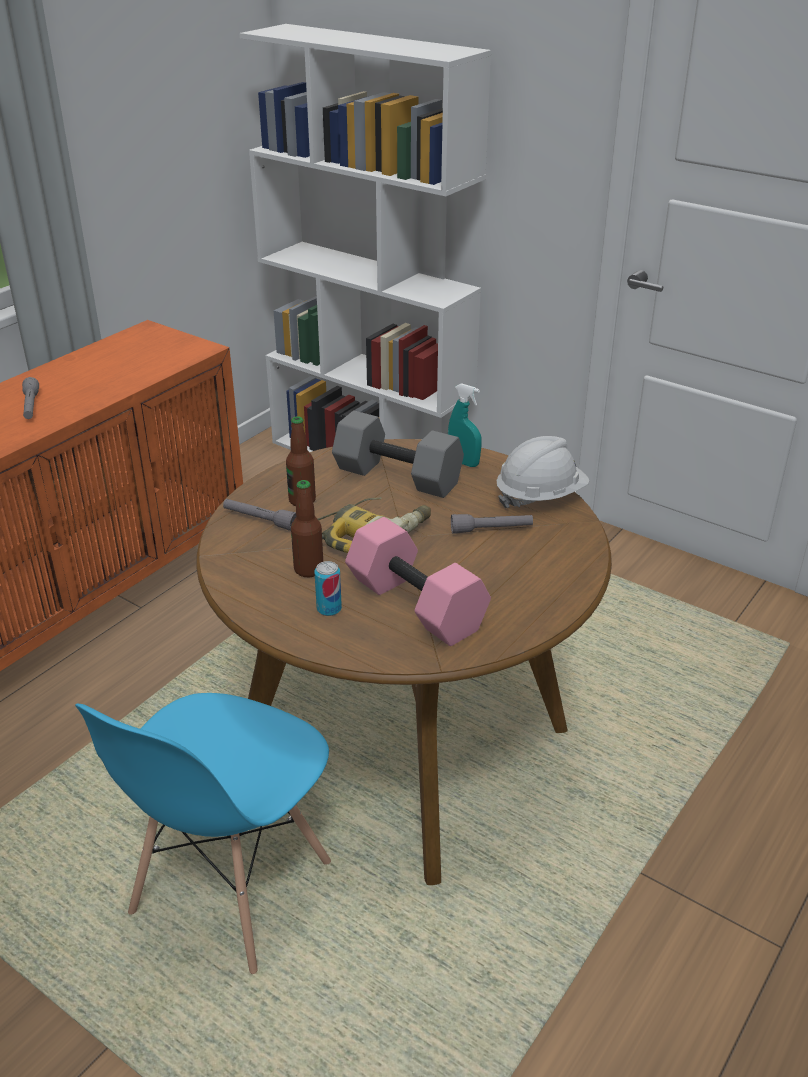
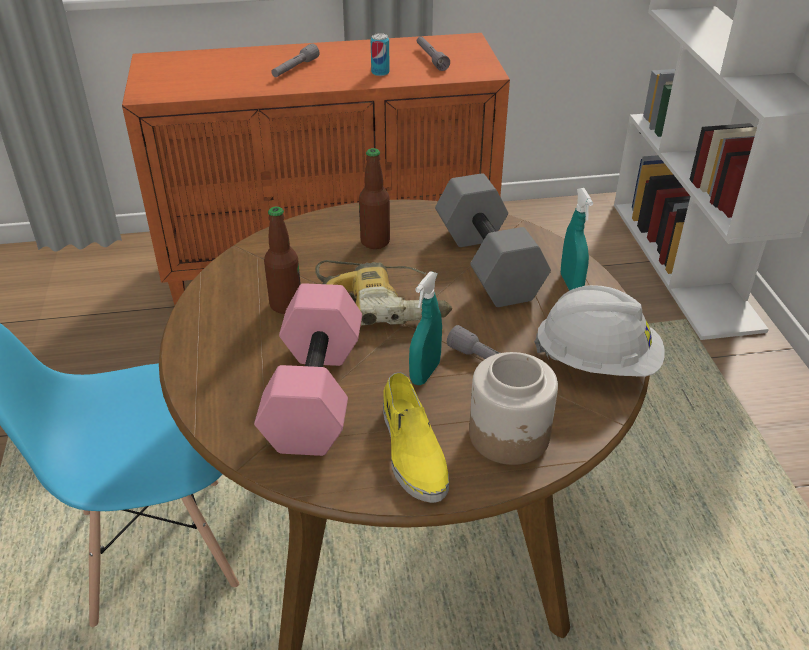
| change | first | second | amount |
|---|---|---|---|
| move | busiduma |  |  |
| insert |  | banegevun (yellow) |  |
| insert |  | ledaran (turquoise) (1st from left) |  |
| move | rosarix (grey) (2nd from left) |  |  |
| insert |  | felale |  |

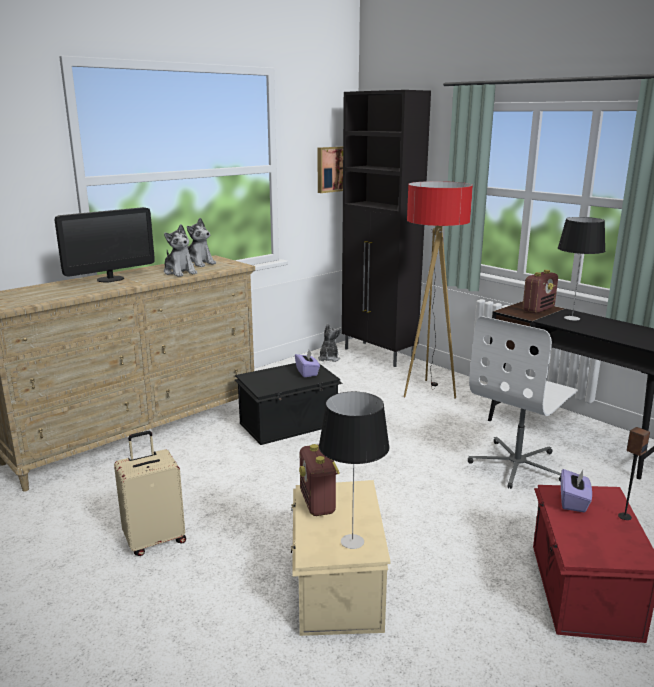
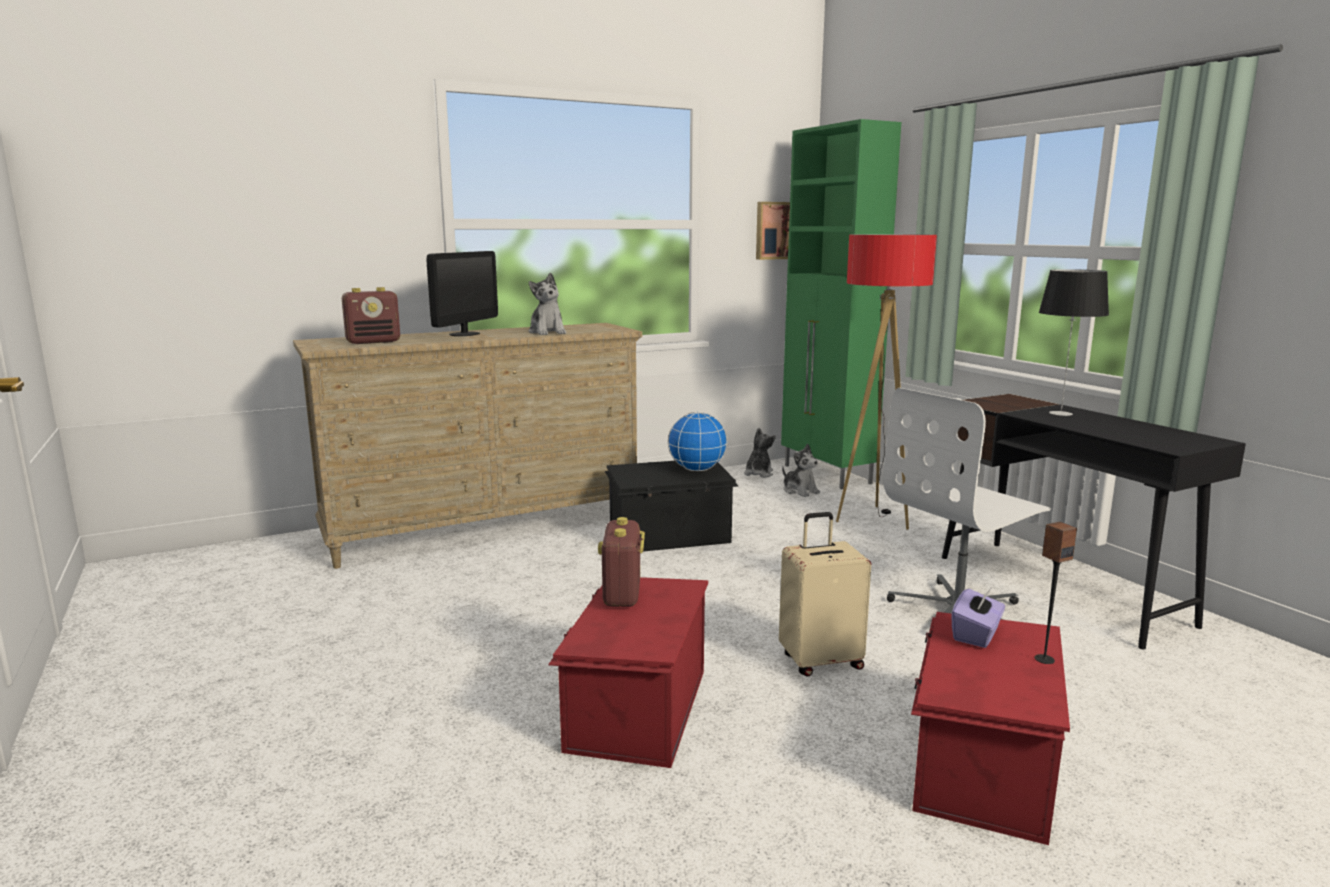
| change | first | second | amount |
|---|---|---|---|
| move | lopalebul (2nd from left in the first image) | lopalebul (1st from left) |  |
| rotate | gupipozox |  | 45 degrees counterclockwise |
| recolor | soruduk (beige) | soruduk (red) (1st from left) |  |
| replace | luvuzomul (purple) (1st from left) | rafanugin |  |
| move | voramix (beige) |  |  |
| recolor | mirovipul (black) | mirovipul (green) |  |
| move | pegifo (2nd from left in the first image) | pegifo (3rd from left) |  |
| delete | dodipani (1st from left) |  |  |

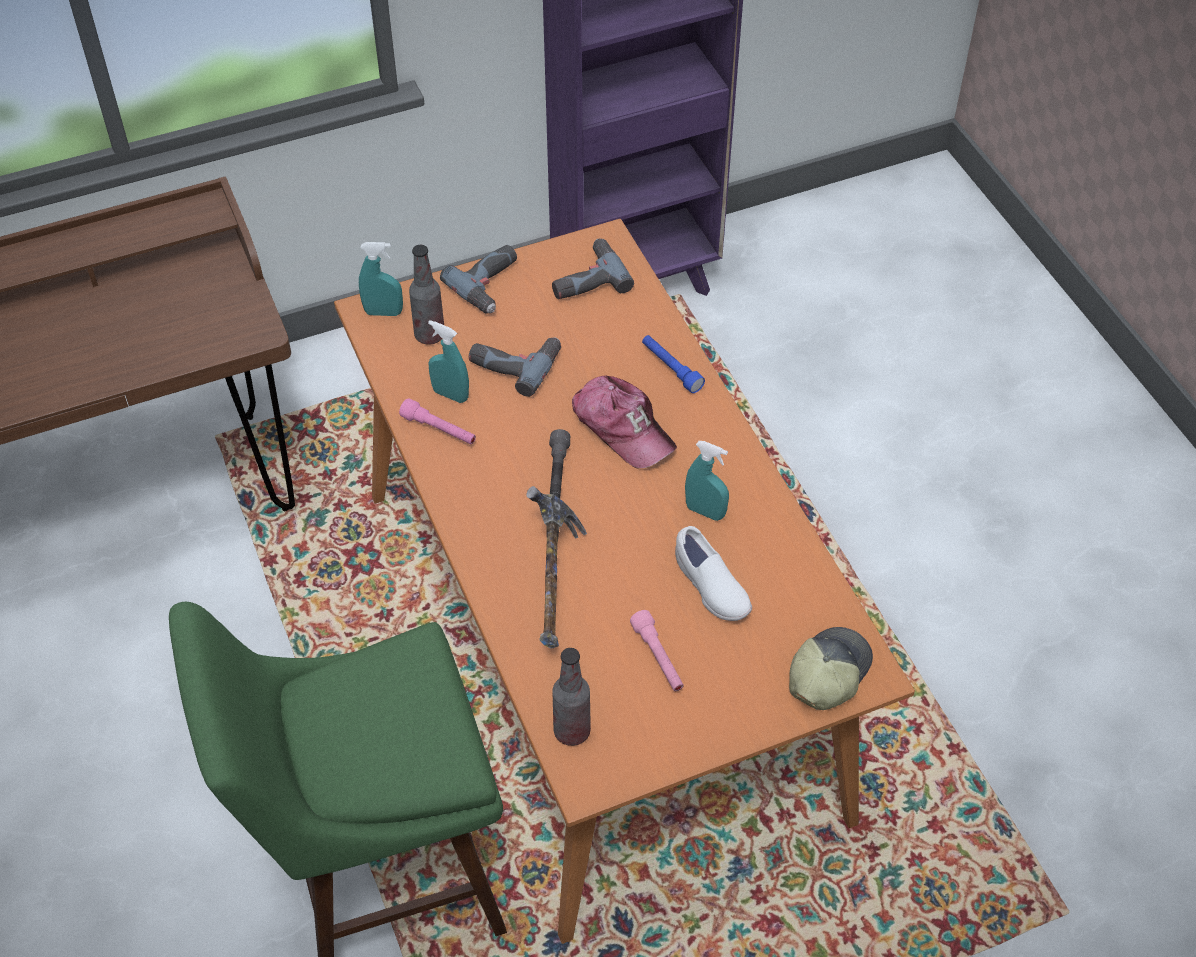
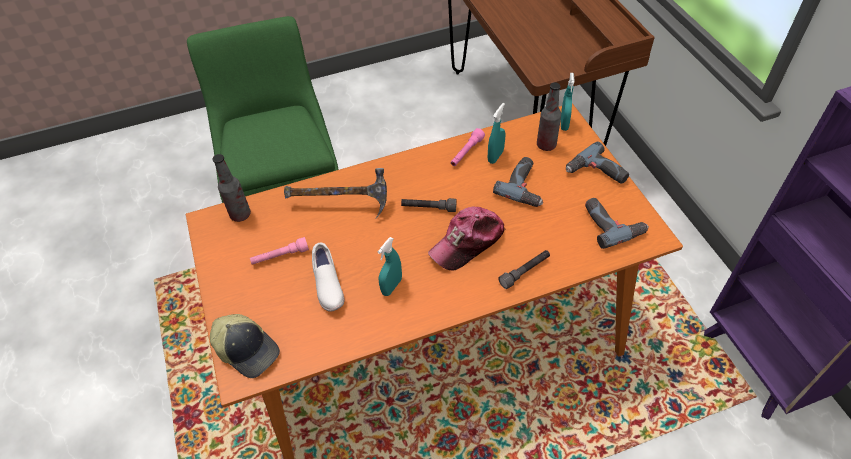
| change | first | second | amount |
|---|---|---|---|
| rotate | banegevun (white) |  | 75 degrees counterclockwise |
| recolor | rosarix (blue) | rosarix (grey) (2nd from left) |  |

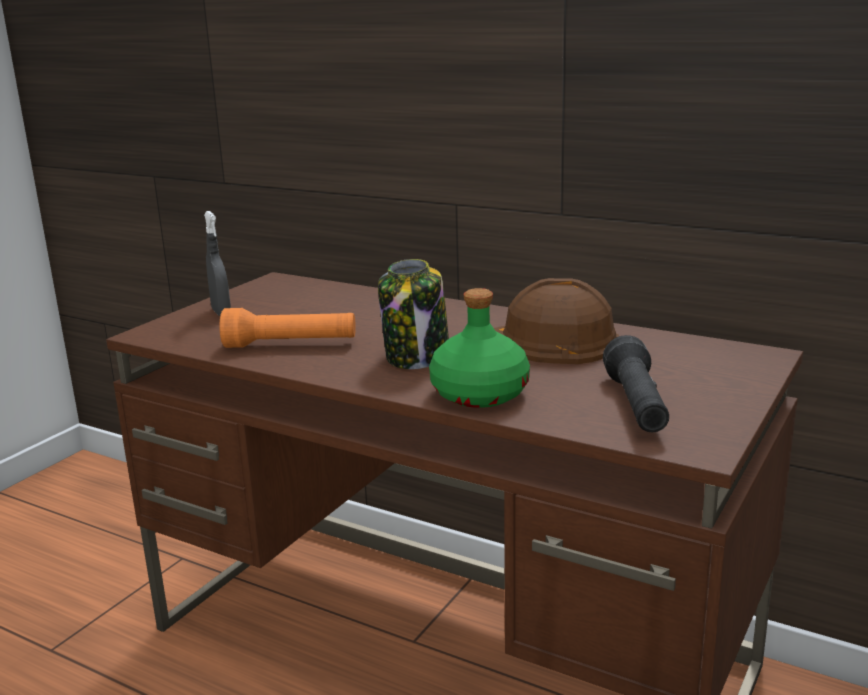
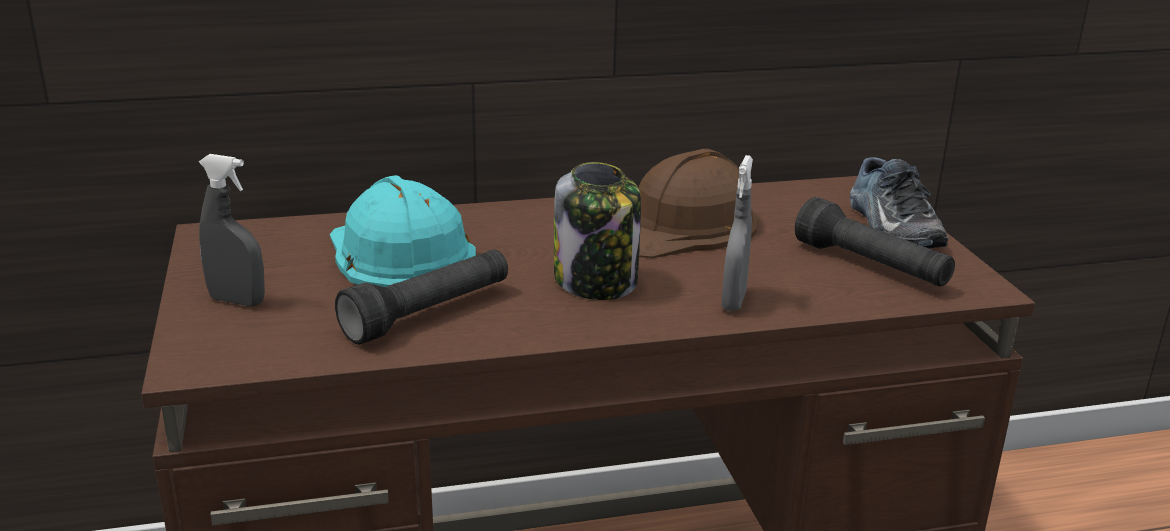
| change | first | second | amount |
|---|---|---|---|
| insert |  | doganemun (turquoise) |  |
| recolor | rosarix (orange) | rosarix (black) (1st from left) |  |
| replace | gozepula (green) | ledaran (grey) (2nd from left) |  |
| insert |  | banegevun |  |

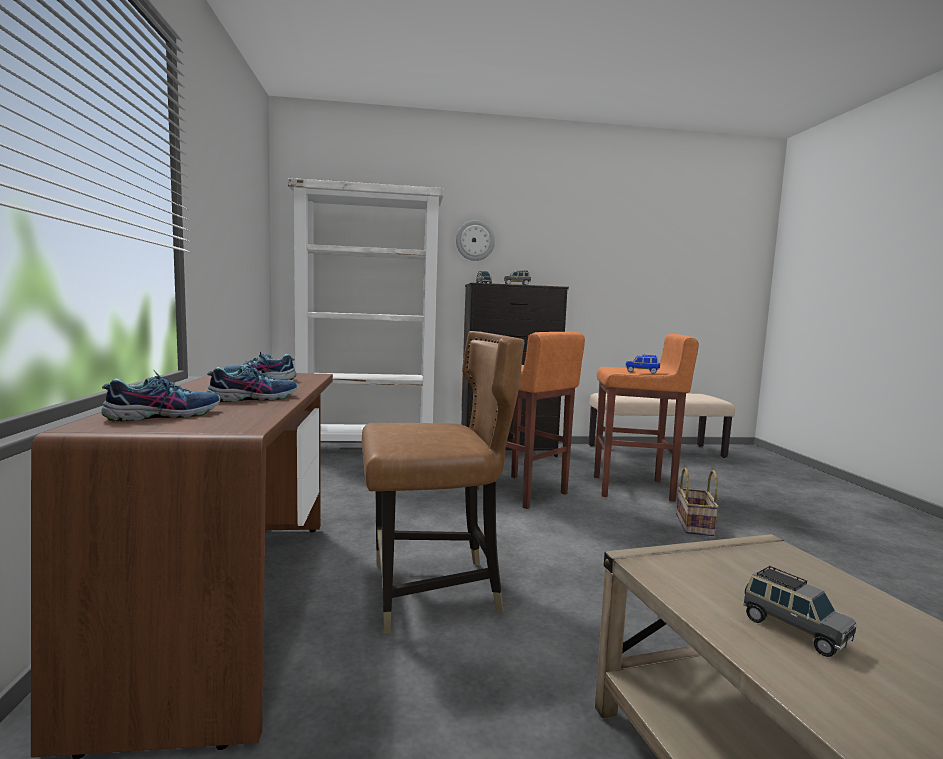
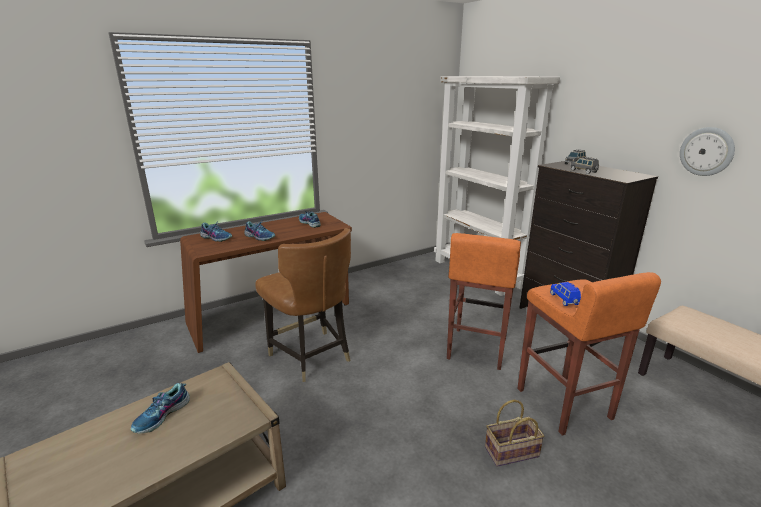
| change | first | second | amount |
|---|---|---|---|
| replace | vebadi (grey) (3rd from left) | banegevun (1st from left) |  |
| move | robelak |  |  |

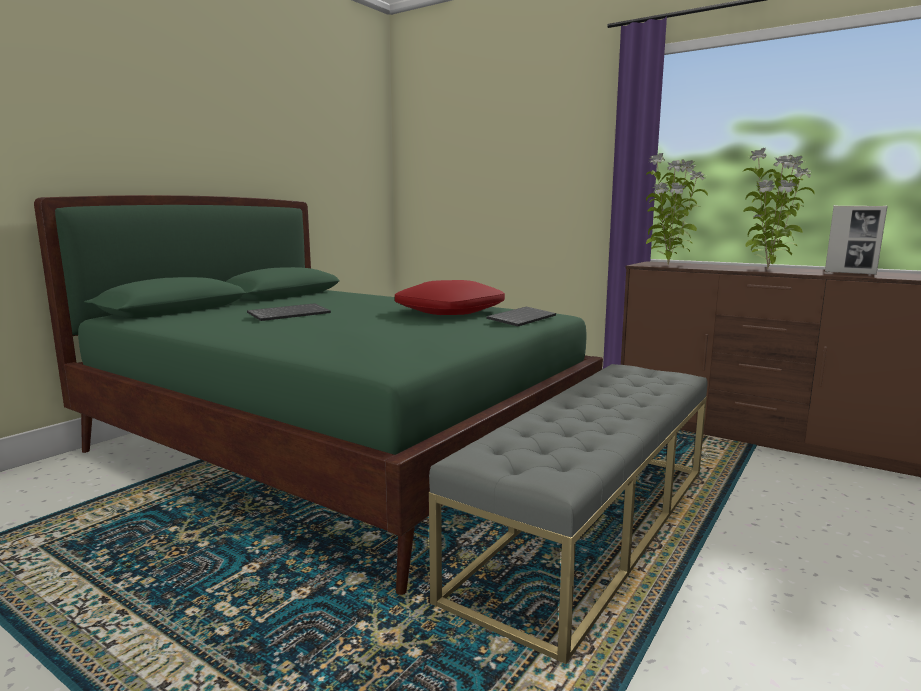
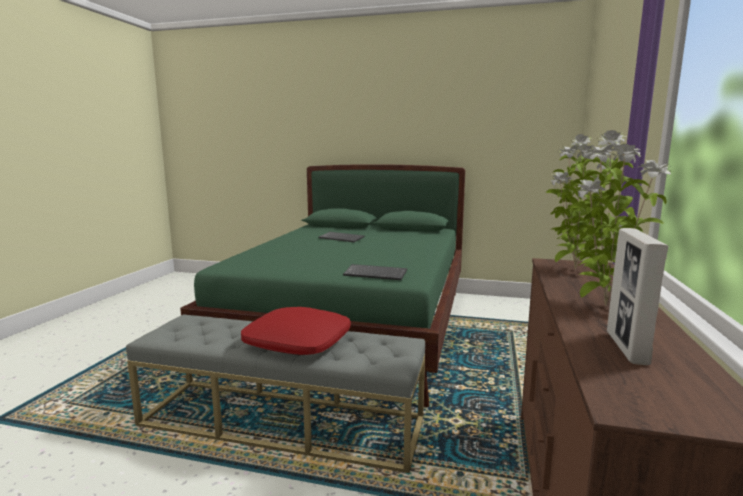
| change | first | second | amount |
|---|---|---|---|
| move | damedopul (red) |  |  |

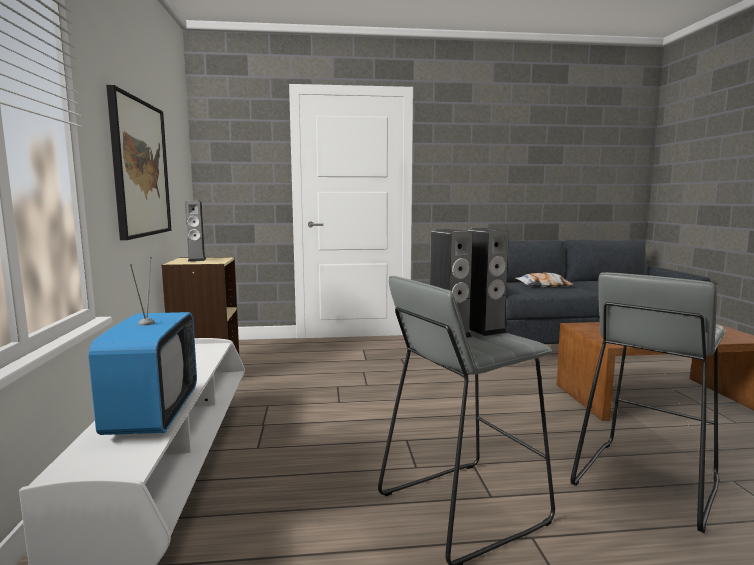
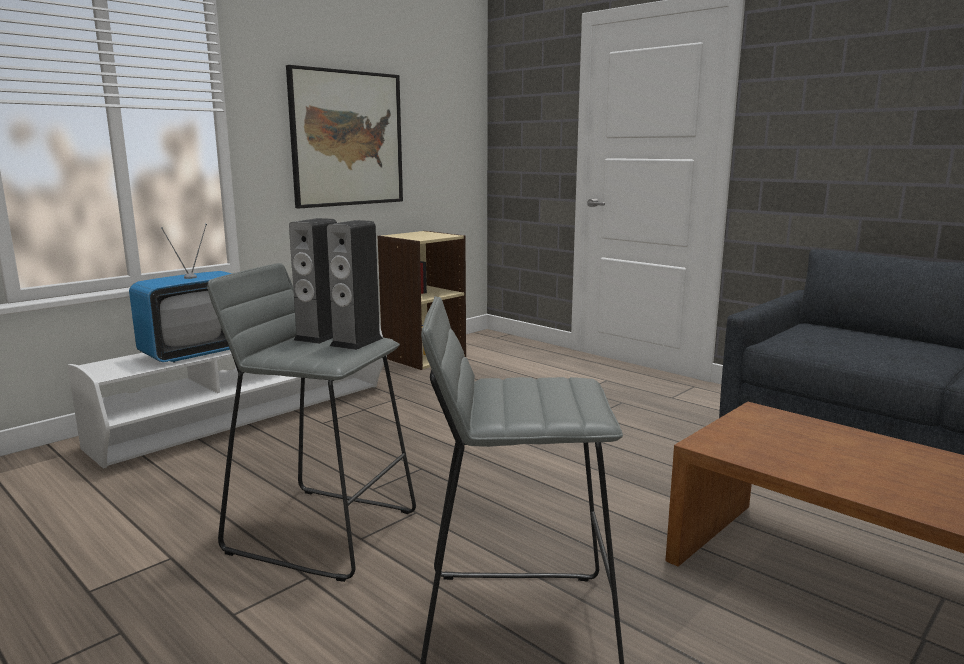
| change | first | second | amount |
|---|---|---|---|
| delete | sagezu (1st from left) |  |  |
| delete | damedopul |  |  |

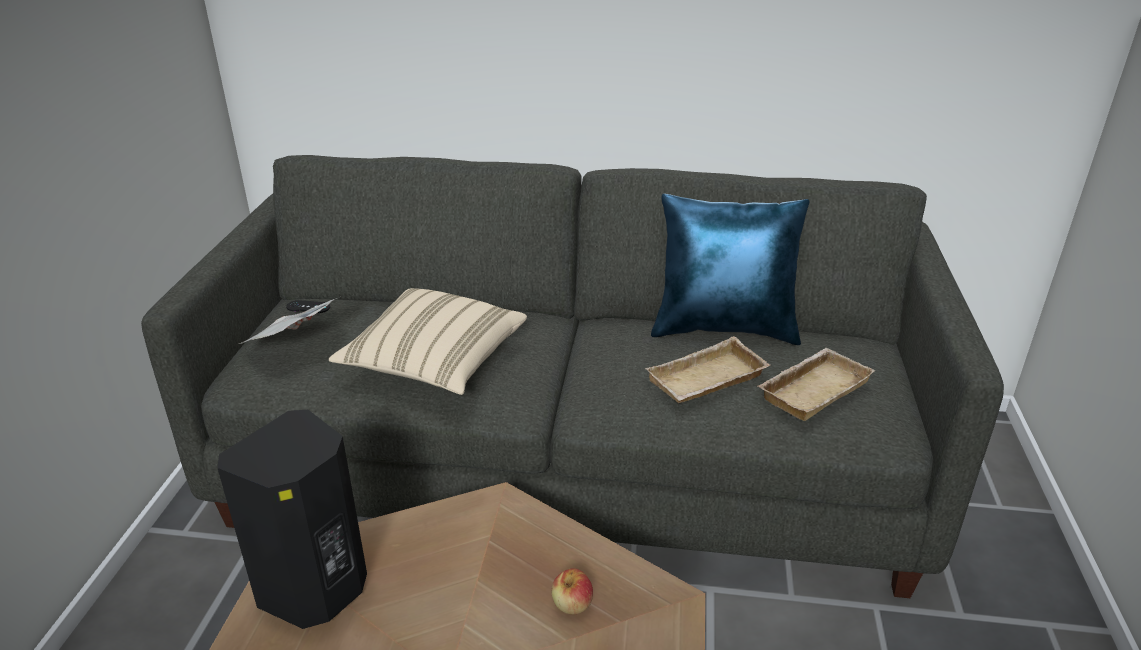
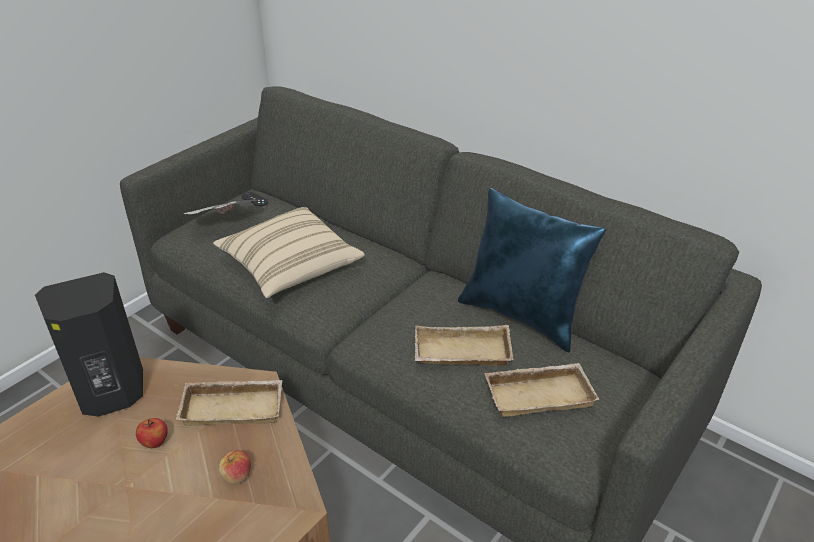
| change | first | second | amount |
|---|---|---|---|
| insert |  | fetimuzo (1st from left) |  |
| insert |  | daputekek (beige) (1st from left) |  |

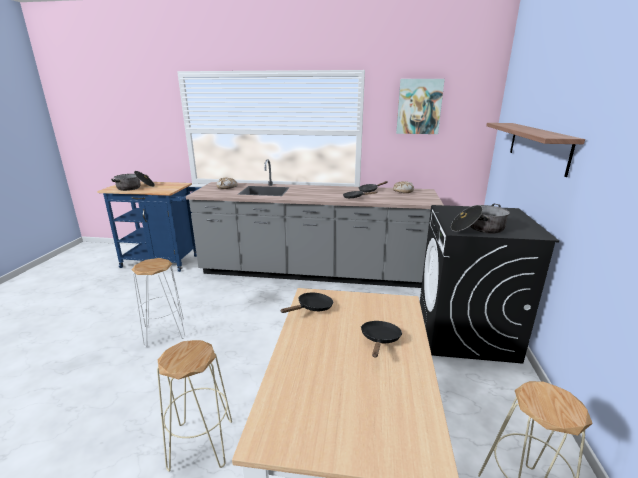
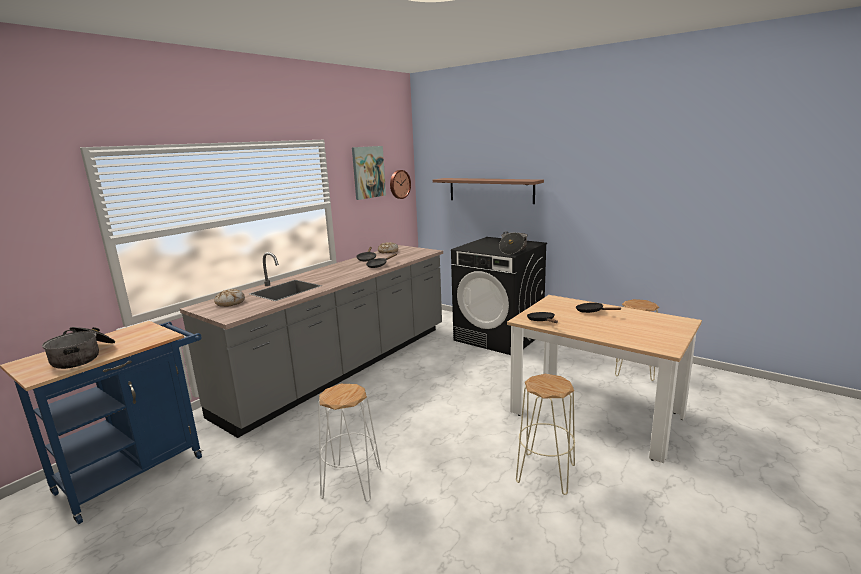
| change | first | second | amount |
|---|---|---|---|
| insert |  | robelak |  |

